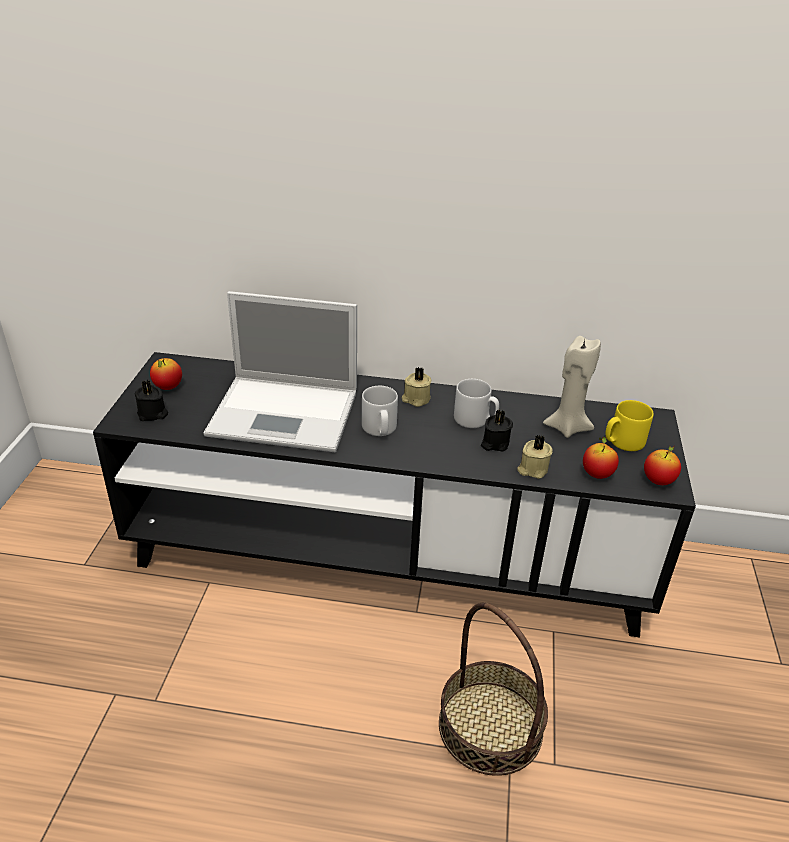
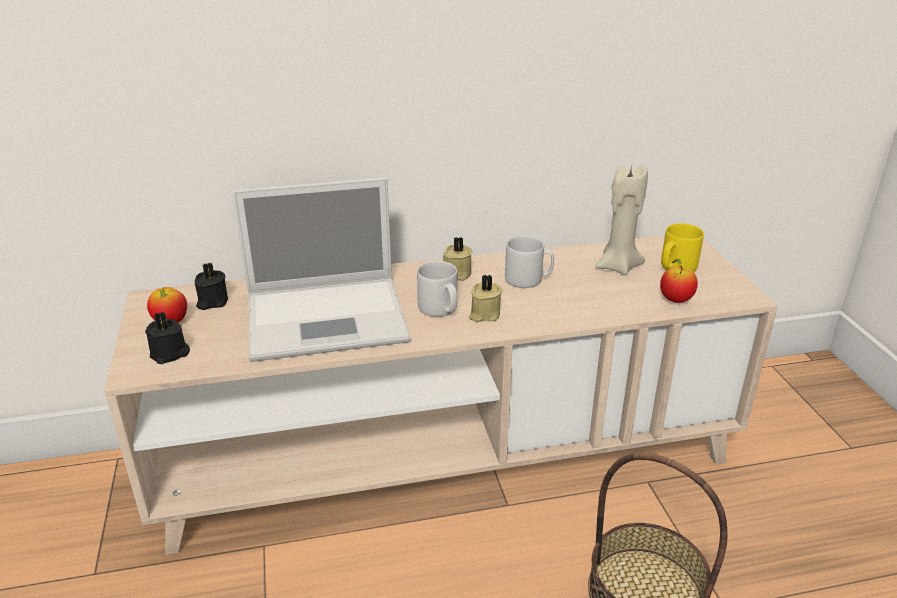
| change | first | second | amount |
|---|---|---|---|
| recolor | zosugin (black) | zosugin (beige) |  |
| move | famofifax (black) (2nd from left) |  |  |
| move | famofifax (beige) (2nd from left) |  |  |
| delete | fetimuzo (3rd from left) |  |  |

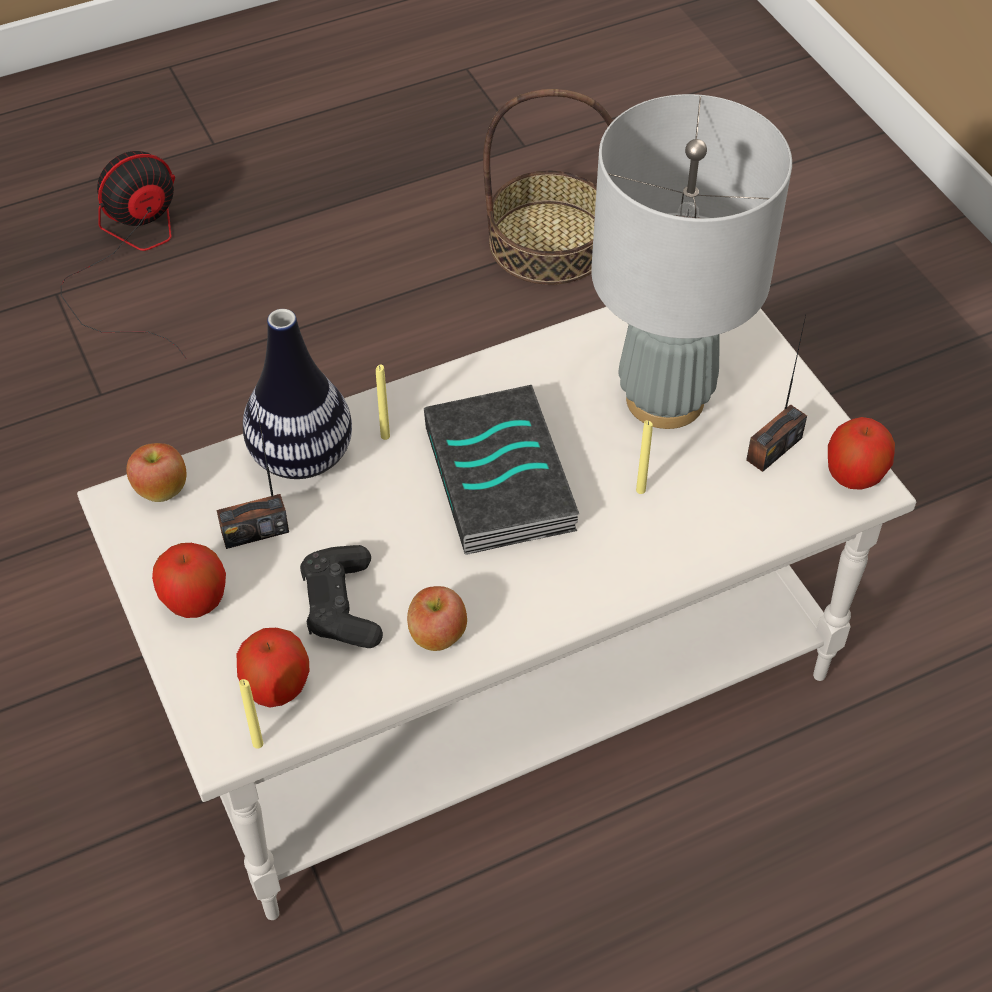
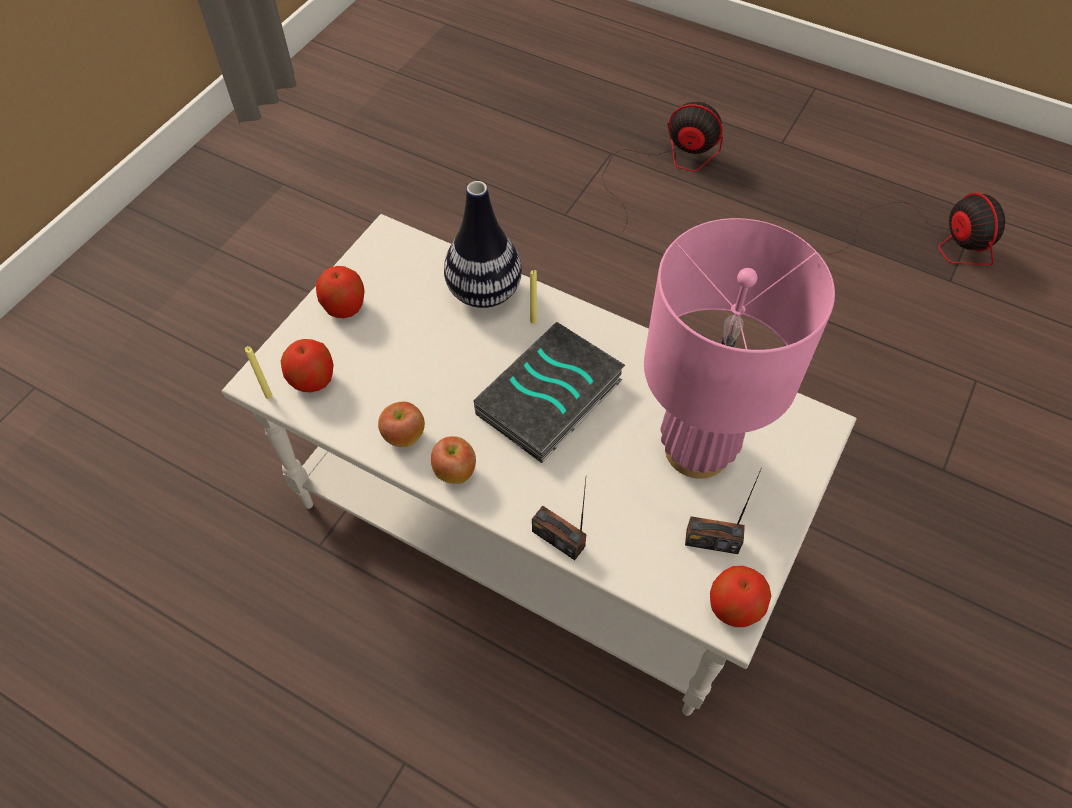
| change | first | second | amount |
|---|---|---|---|
| move | fetimuzo (1st from left in the first image) | fetimuzo (4th from left) |  |
| move | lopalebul (1st from left) |  |  |
| recolor | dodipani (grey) | dodipani (pink) |  |
| insert |  | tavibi (2nd from left) |  |
| delete | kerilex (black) |  |  |
| delete | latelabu |  |  |
| delete | famofifax (yellow) (3rd from left) |  |  |

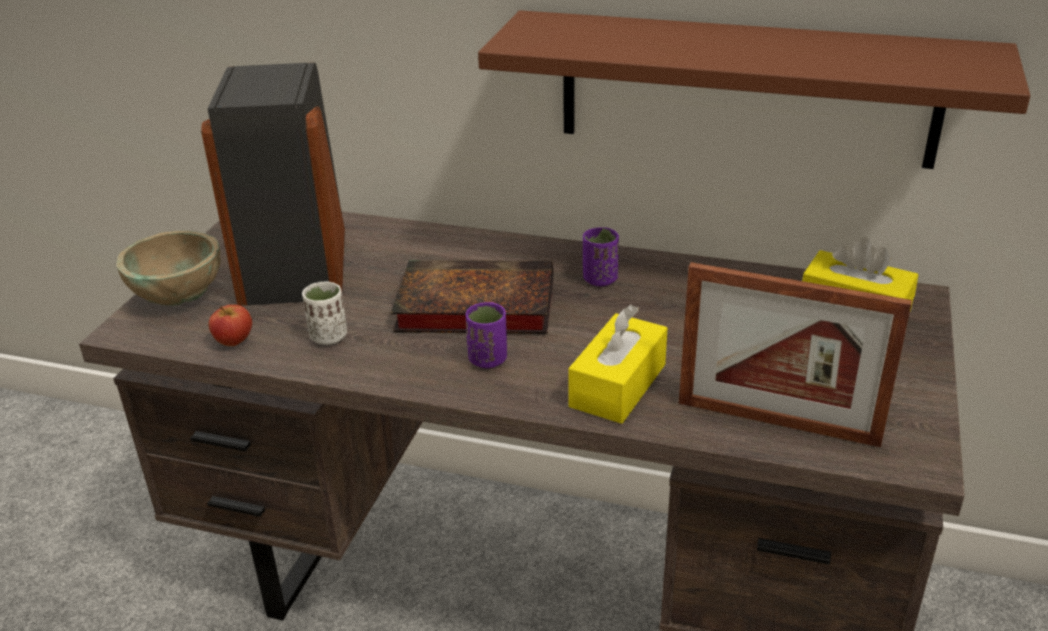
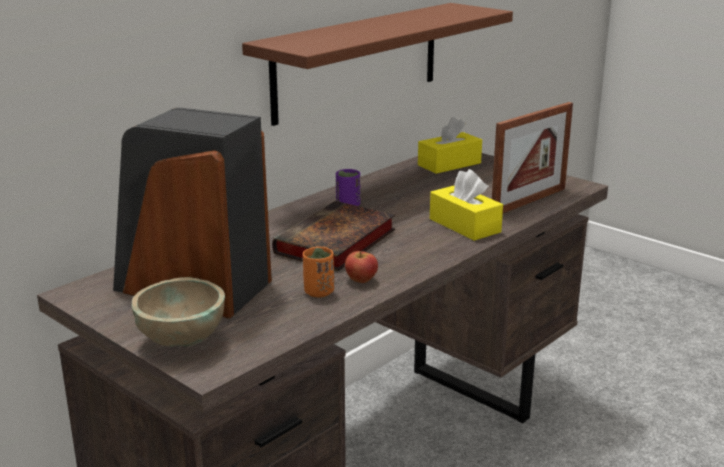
| change | first | second | amount |
|---|---|---|---|
| recolor | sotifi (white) | sotifi (orange) |  |
| move | fetimuzo |  |  |
| delete | sotifi (purple) (1st from left) |  |  |

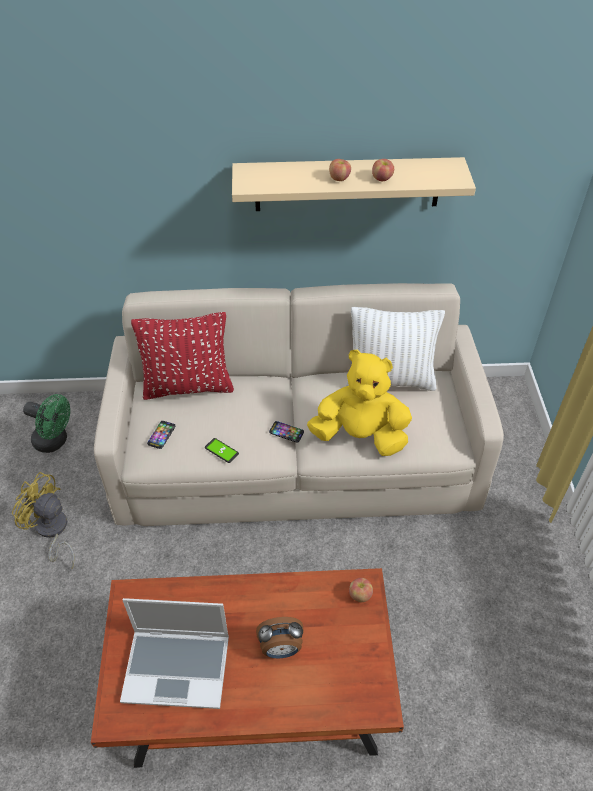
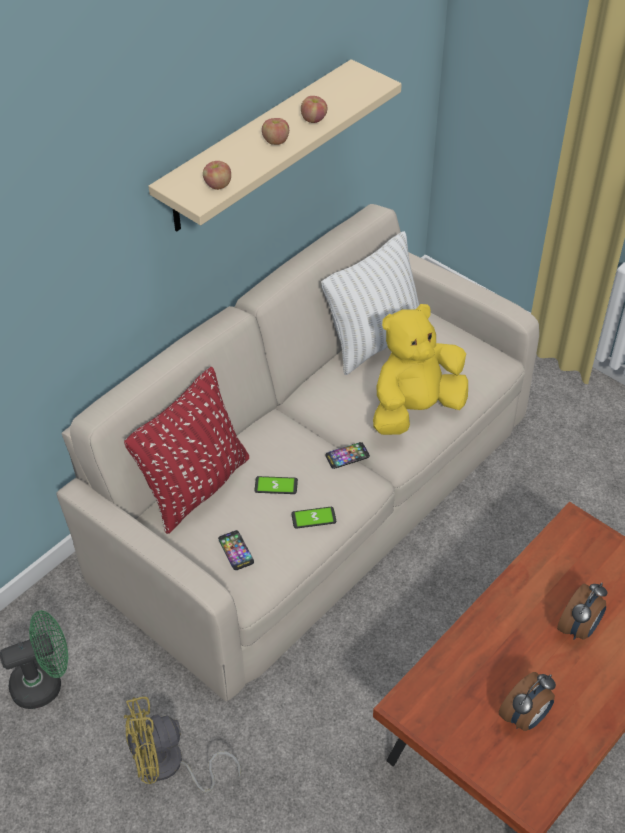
| change | first | second | amount |
|---|---|---|---|
| move | fetimuzo (2nd from left in the first image) | fetimuzo (1st from left) |  |
| insert |  | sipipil (2nd from left) |  |
| replace | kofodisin | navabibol (1st from left) |  |

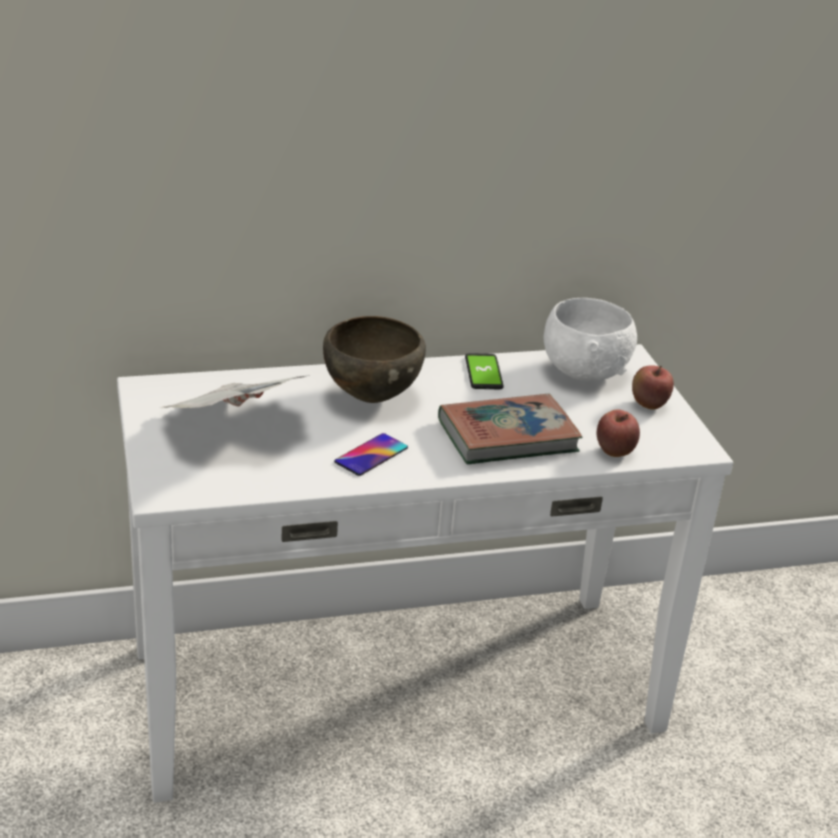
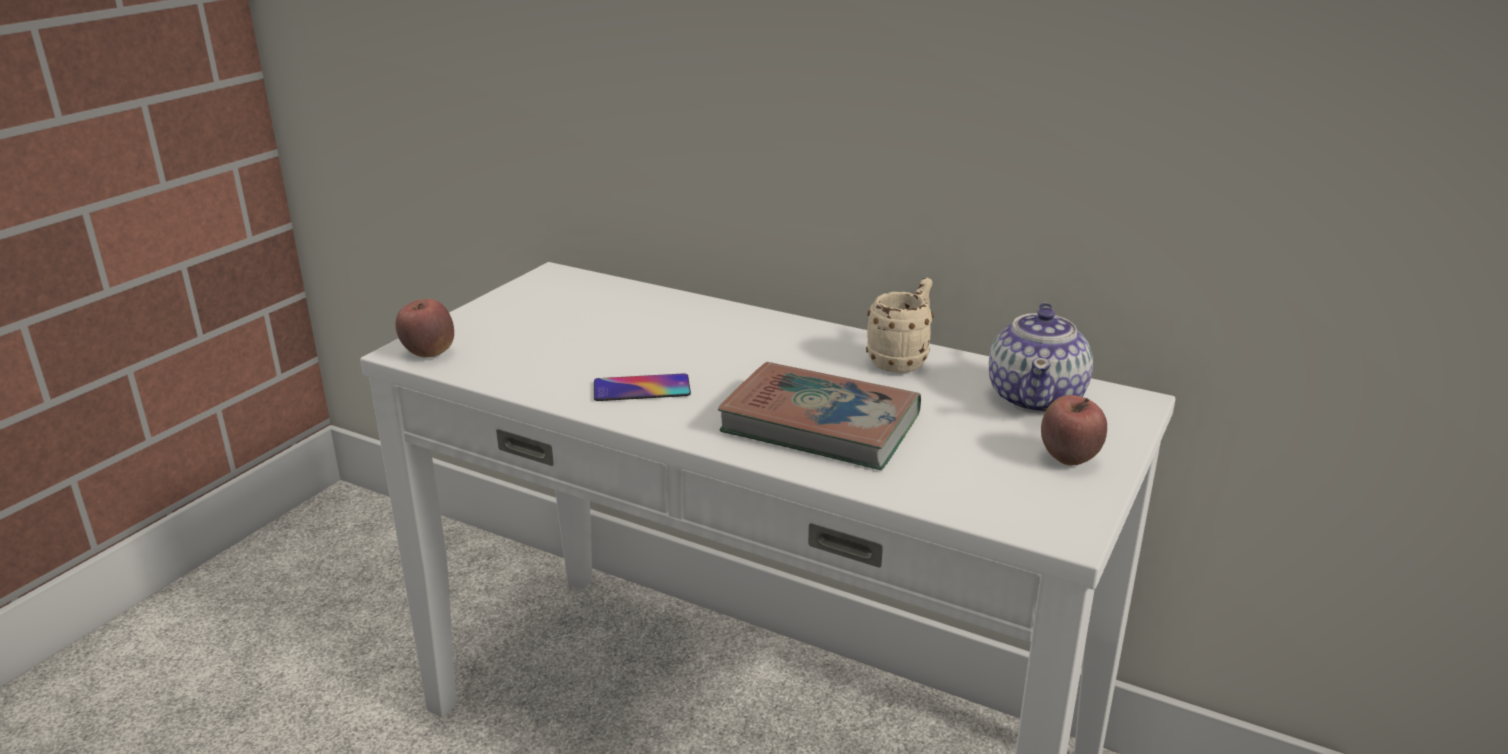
| change | first | second | amount |
|---|---|---|---|
| move | fetimuzo (1st from left) |  |  |
| replace | sipipil (2nd from left) | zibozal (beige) |  |
| replace | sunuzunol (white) | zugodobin |  |
| delete | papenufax |  |  |
| delete | sunuzunol (brown) |  |  |

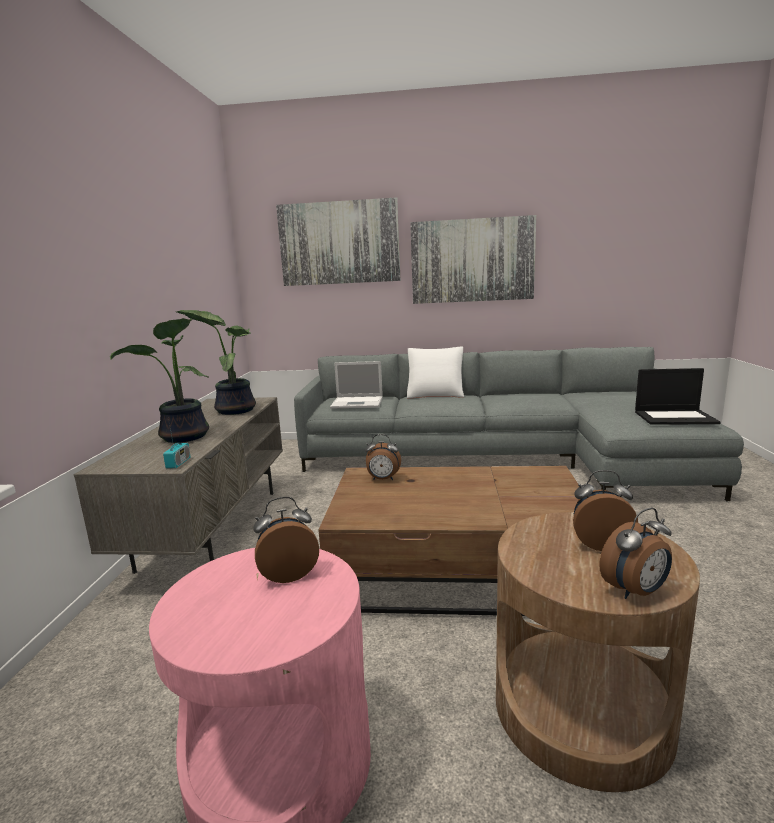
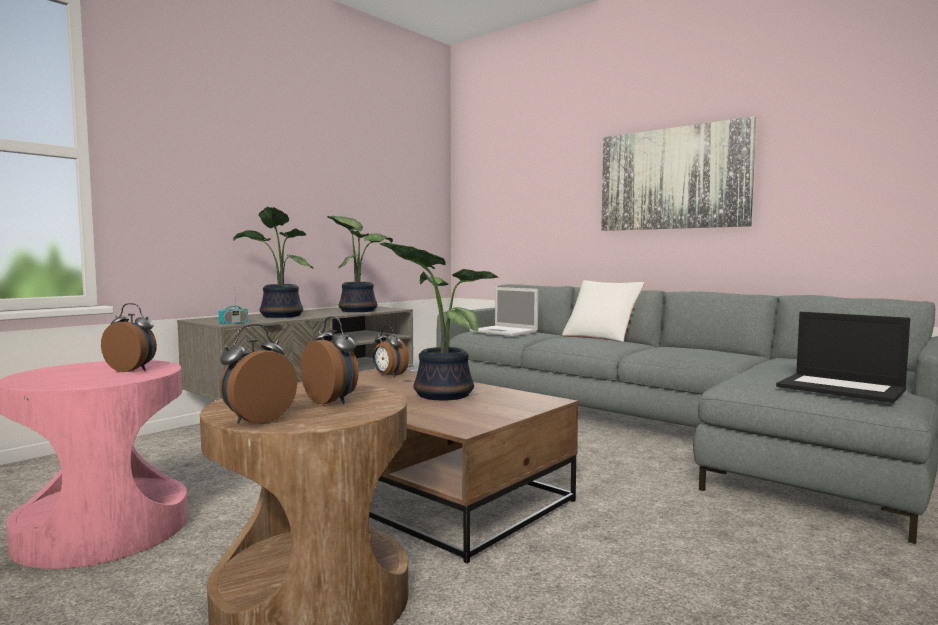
| change | first | second | amount |
|---|---|---|---|
| rotate | navabibol (4th from left in the first image) | navabibol (2nd from left) | 120 degrees clockwise |
| insert |  | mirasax (3rd from left) |  |
| delete | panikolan (1st from left) |  |  |

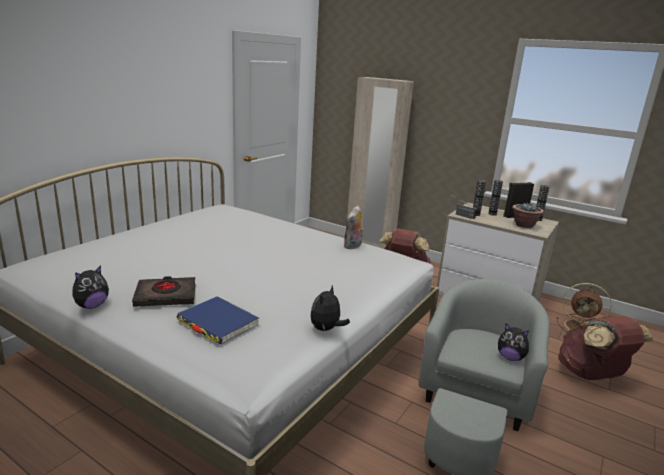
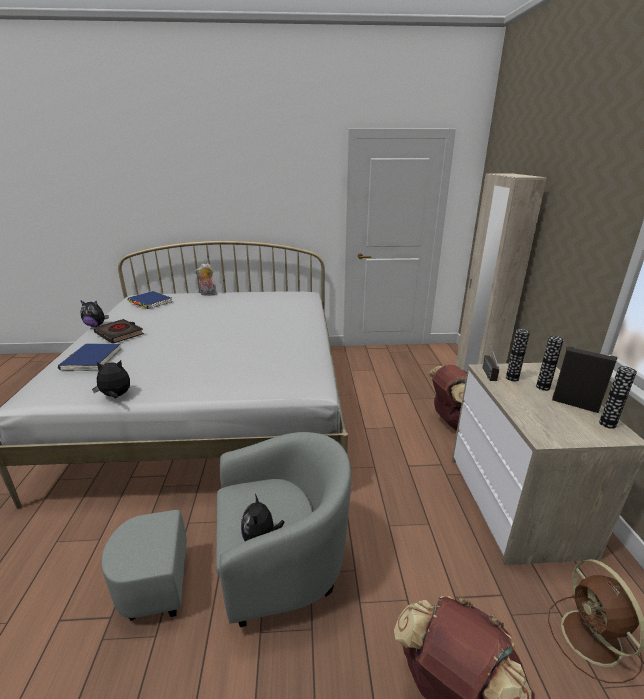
| change | first | second | amount |
|---|---|---|---|
| insert |  | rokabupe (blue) (2nd from left) |  |
| move | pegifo (3rd from left) |  |  |
| delete | mirasax |  |  |

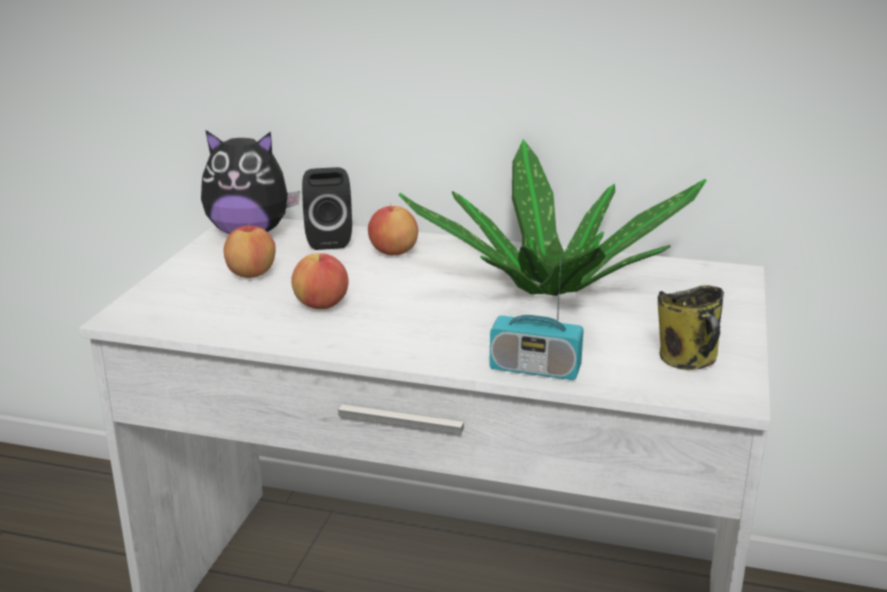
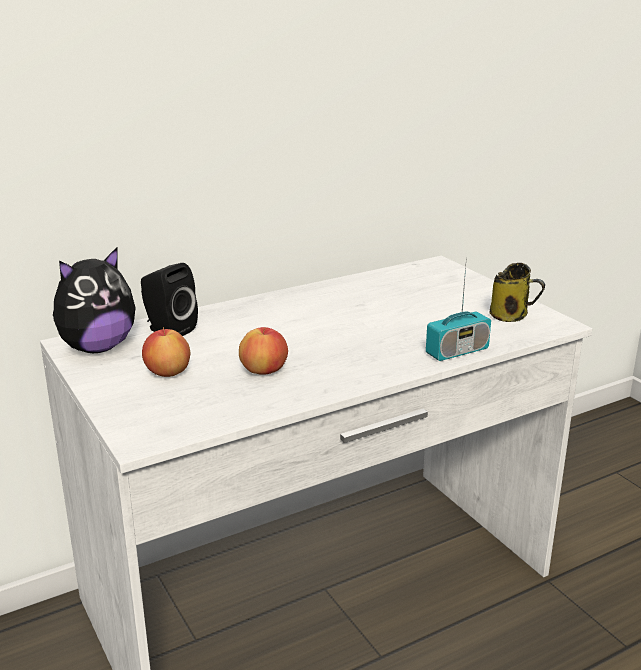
| change | first | second | amount |
|---|---|---|---|
| delete | fetimuzo (3rd from left) |  |  |
| delete | mirasax |  |  |

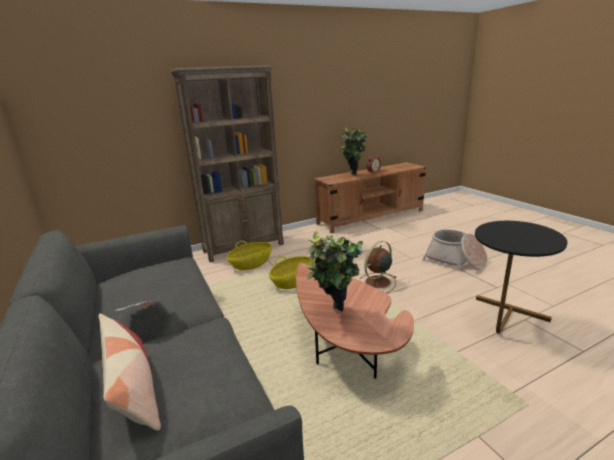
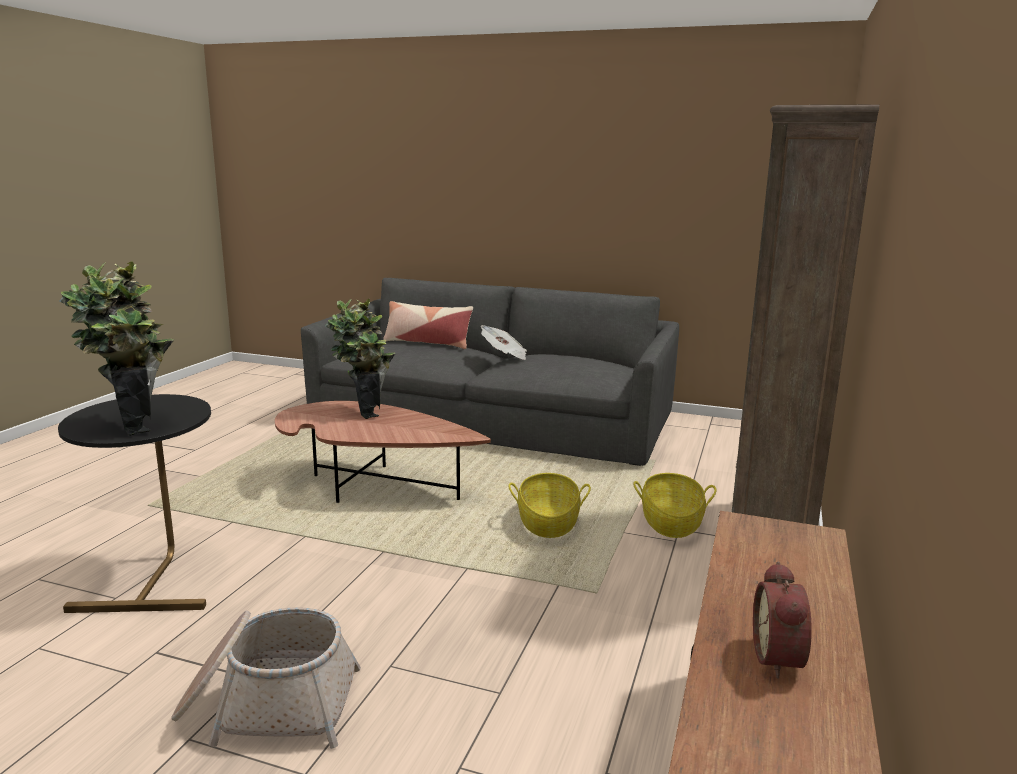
| change | first | second | amount |
|---|---|---|---|
| move | mirasax (2nd from left in the first image) | mirasax (1st from left) |  |
| delete | tavibi (brown) |  |  |

